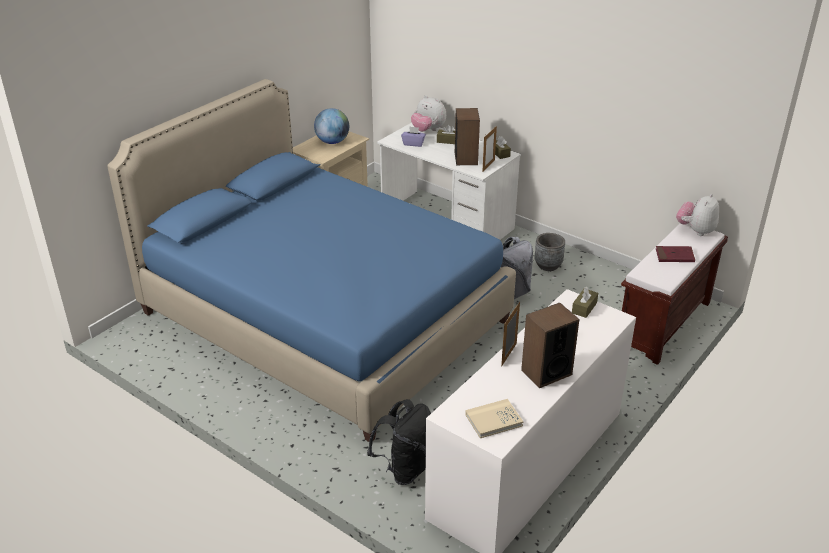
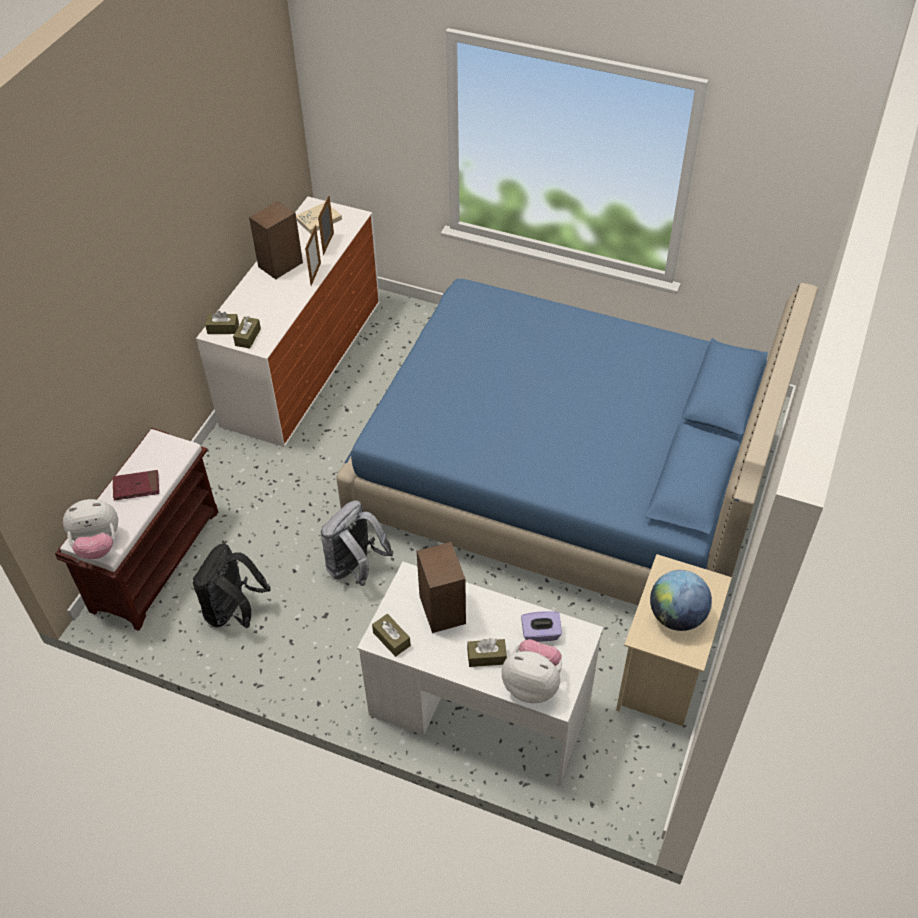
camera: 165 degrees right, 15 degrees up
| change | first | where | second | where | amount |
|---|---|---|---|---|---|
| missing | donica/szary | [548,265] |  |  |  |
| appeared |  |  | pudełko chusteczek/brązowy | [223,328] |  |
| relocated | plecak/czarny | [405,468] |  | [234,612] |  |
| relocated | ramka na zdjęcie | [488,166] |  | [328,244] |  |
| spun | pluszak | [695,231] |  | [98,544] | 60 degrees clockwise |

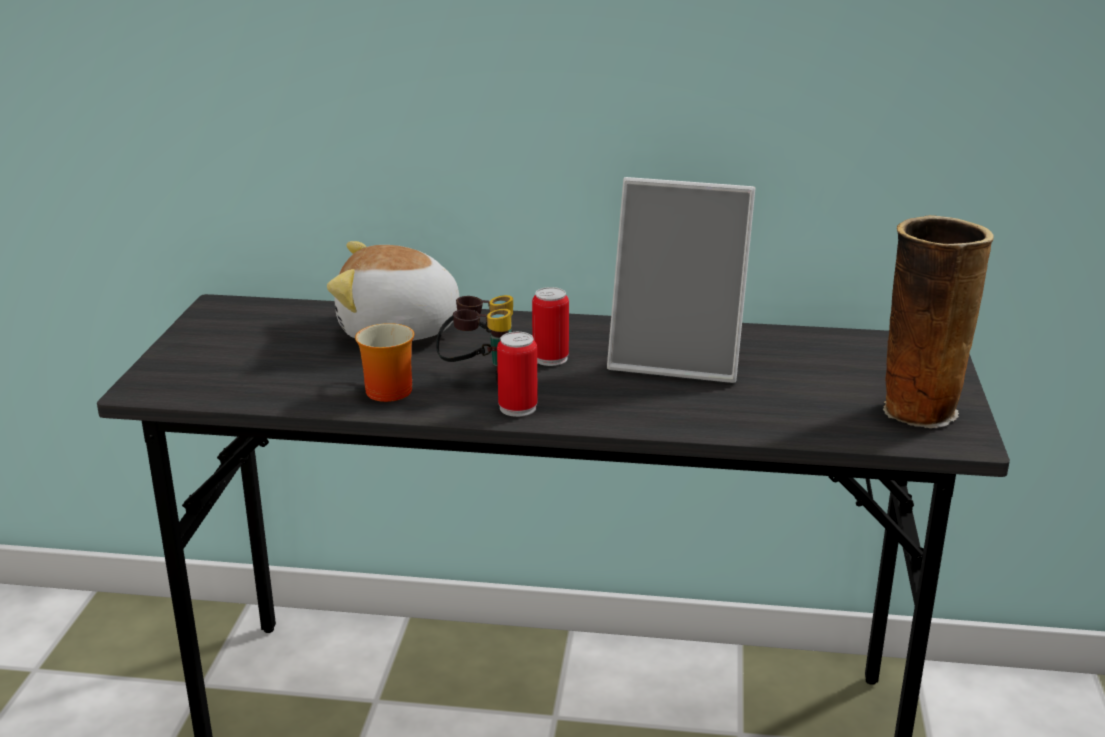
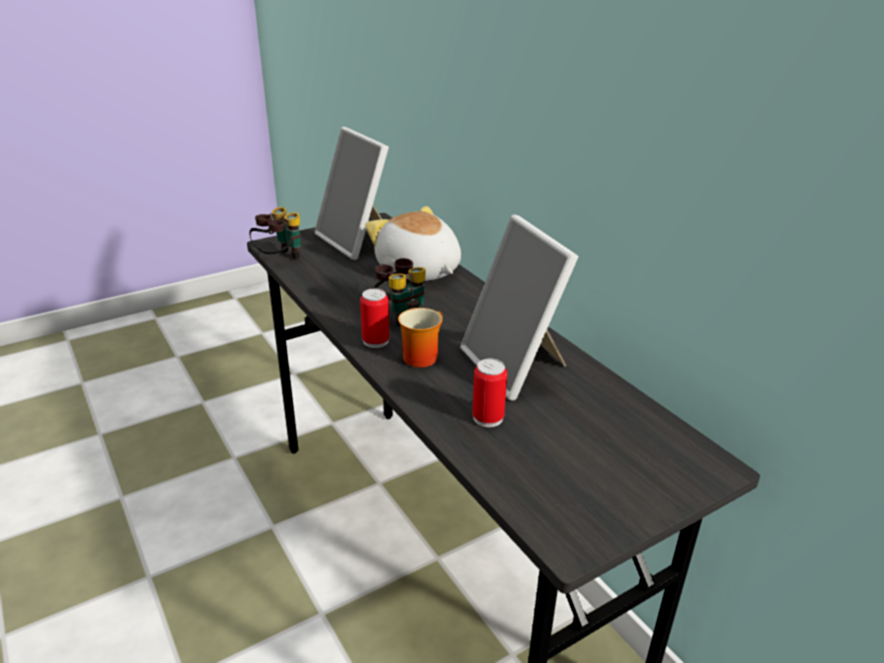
camera: 50 degrees right, 5 degrees up
| change | first | where | second | where | amount |
|---|---|---|---|---|---|
| missing | wazon | [918,409] |  |  |  |
| appeared |  |  | lornetka | [279,259] |  |
| appeared |  |  | ramka na zdjęcie | [357,241] |  |
| relocated | kubek | [384,389] |  | [420,355] |  |
| relocated | puszka | [550,358] |  | [488,417] |  |

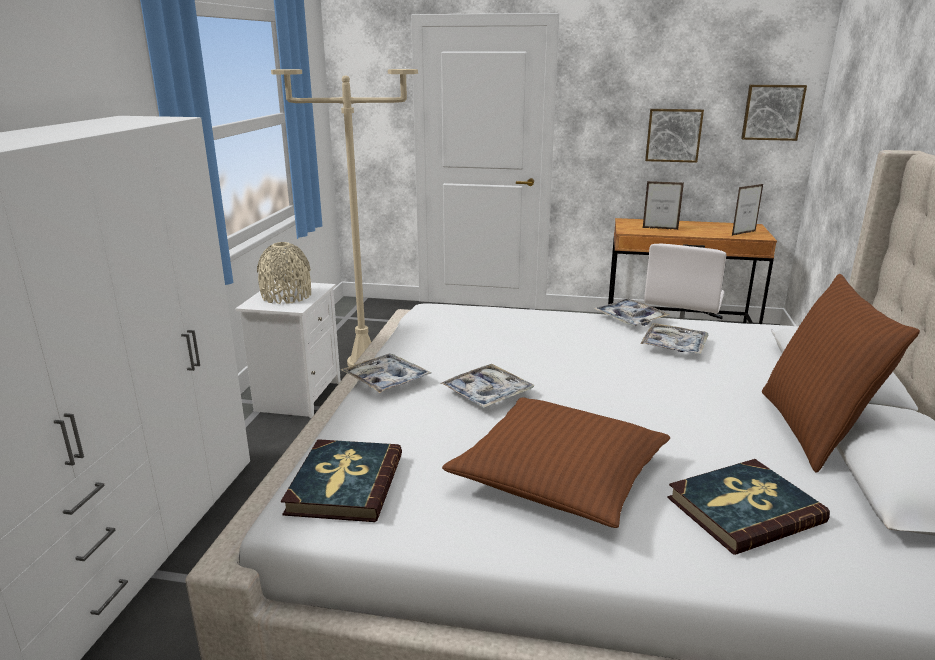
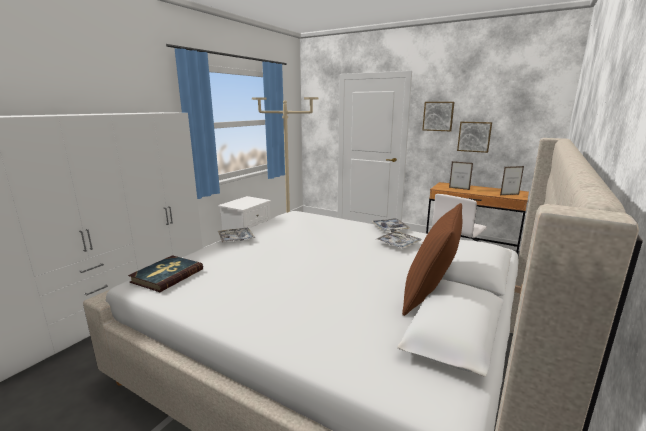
camera: 20 degrees right, 5 degrees down
| change | first | where | second | where | amount |
|---|---|---|---|---|---|
| missing | wazon/beżowy | [286,296] |  |  |  |
| missing | taca | [487,393] |  |  |  |
| missing | poduszka/brązowy | [559,475] |  |  |  |
| missing | książka | [743,509] |  |  |  |
| relocated | obraz | [772,112] |  | [438,116] |  |

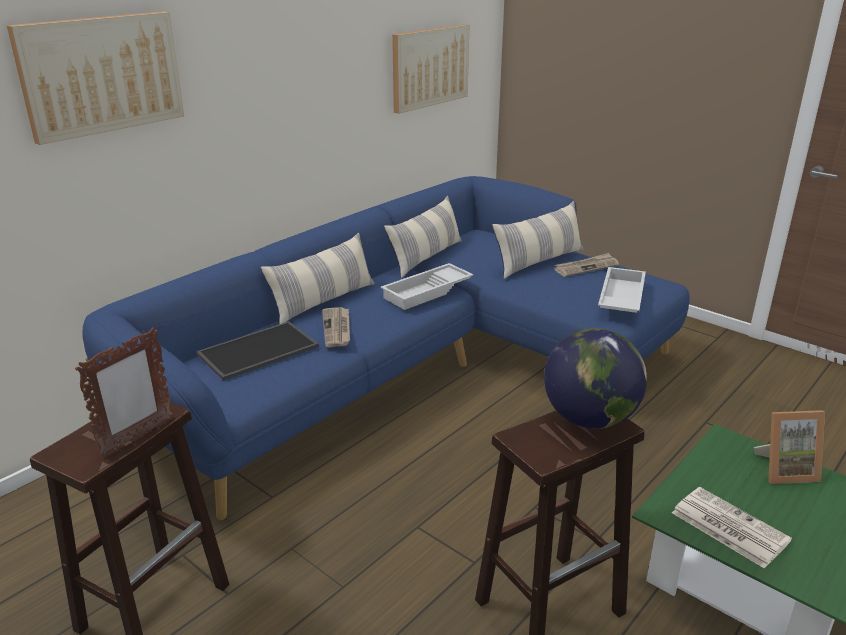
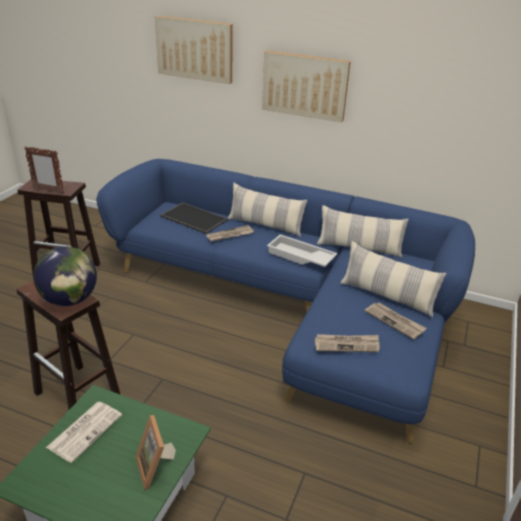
camera: 70 degrees right, 5 degrees up
| change | first | where | second | where | amount |
|---|---|---|---|---|---|
| relocated | obraz | [429,67] |  | [305,85] |  |
| exchanged | taca/biały | [620,298] | gazeta | [347,344] |  |

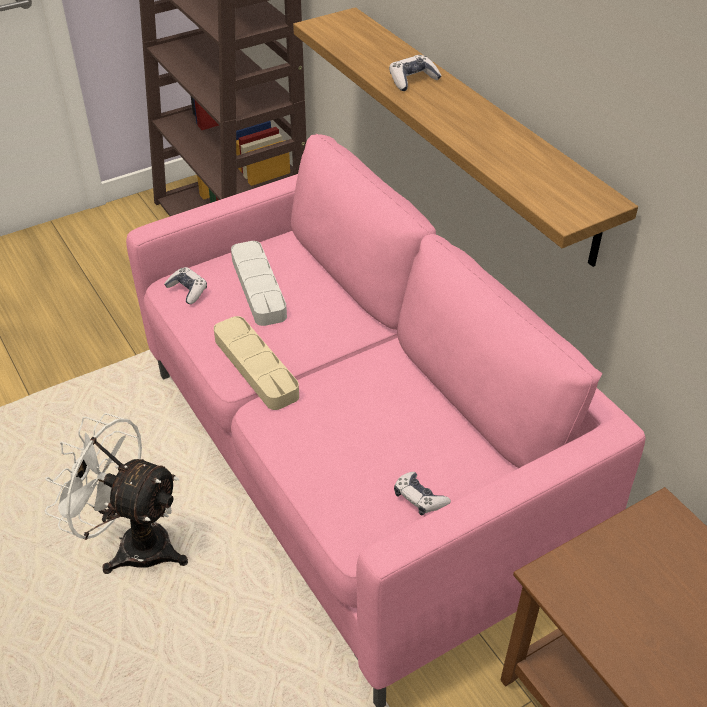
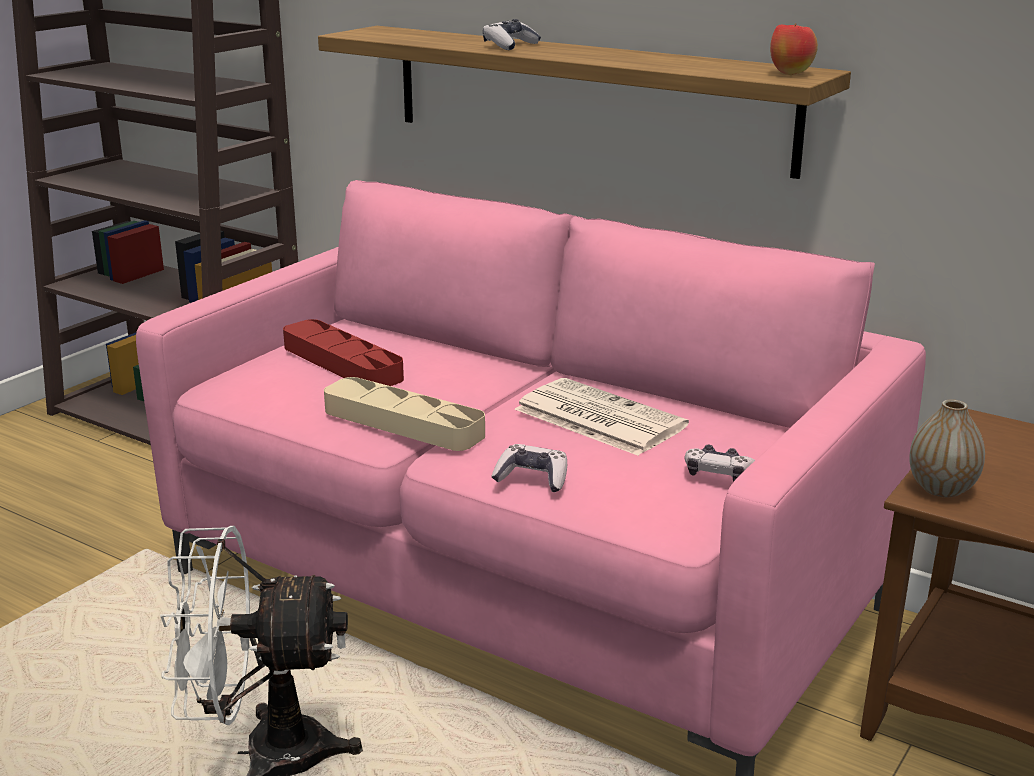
camera: 25 degrees left, 20 degrees down
| change | first | where | second | where | amount |
|---|---|---|---|---|---|
| appeared |  |  | gazeta | [597,418] |  |
| appeared |  |  | jabłko | [790,74] |  |
| appeared |  |  | wazon | [941,489] |  |
| relocated | pad do gier | [187,290] |  | [532,478] |  |
| colour | taca/szary | [258,287] | taca/czerwony | [342,362] |  |

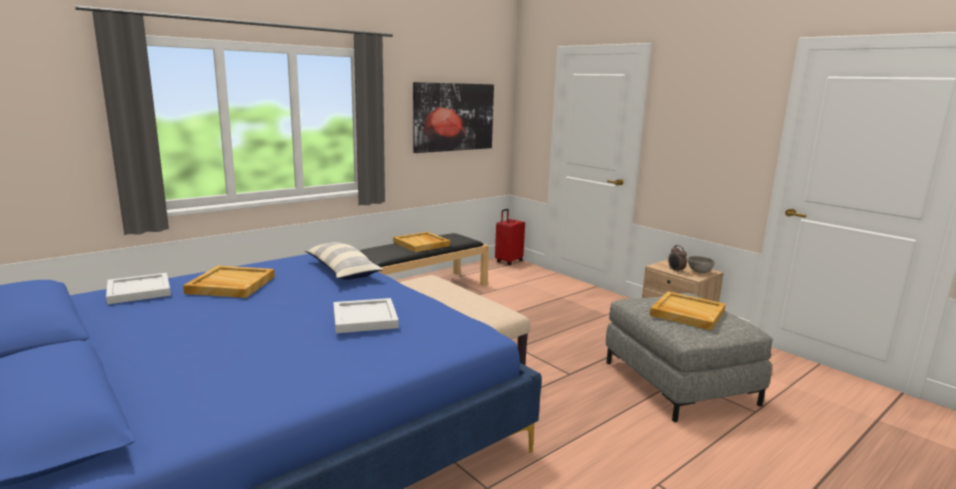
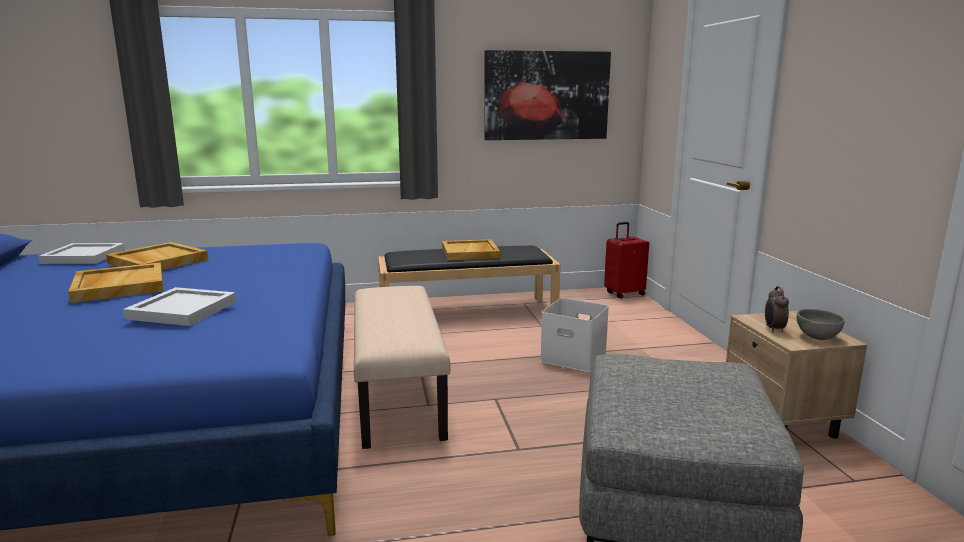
camera: 30 degrees right, 0 degrees up
| change | first | where | second | where | amount |
|---|---|---|---|---|---|
| missing | poduszka | [342,271] |  |  |  |
| appeared |  |  | pojemnik do przechowywania/biały | [575,357] |  |
| relocated | taca/beżowy | [686,313] |  | [118,286] |  |

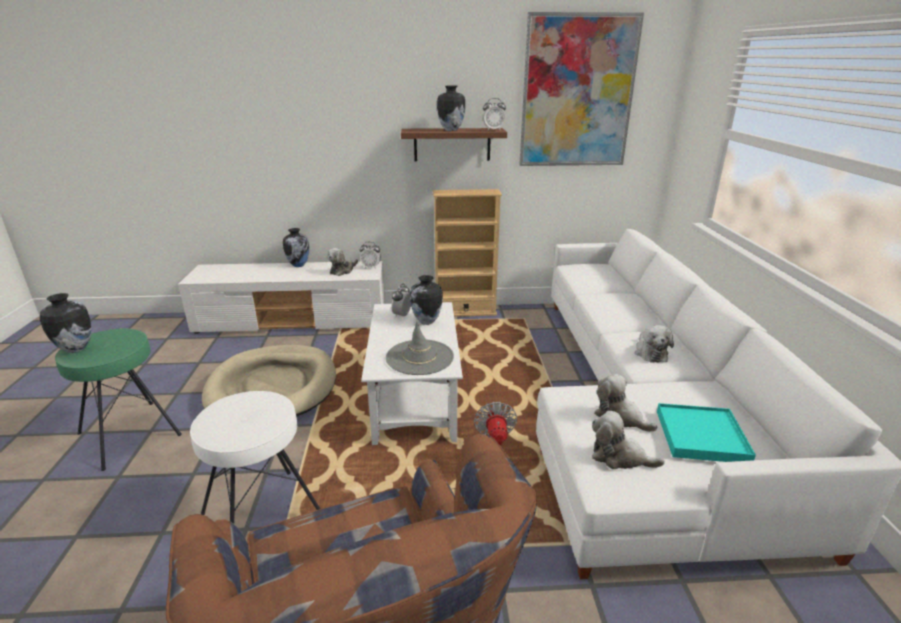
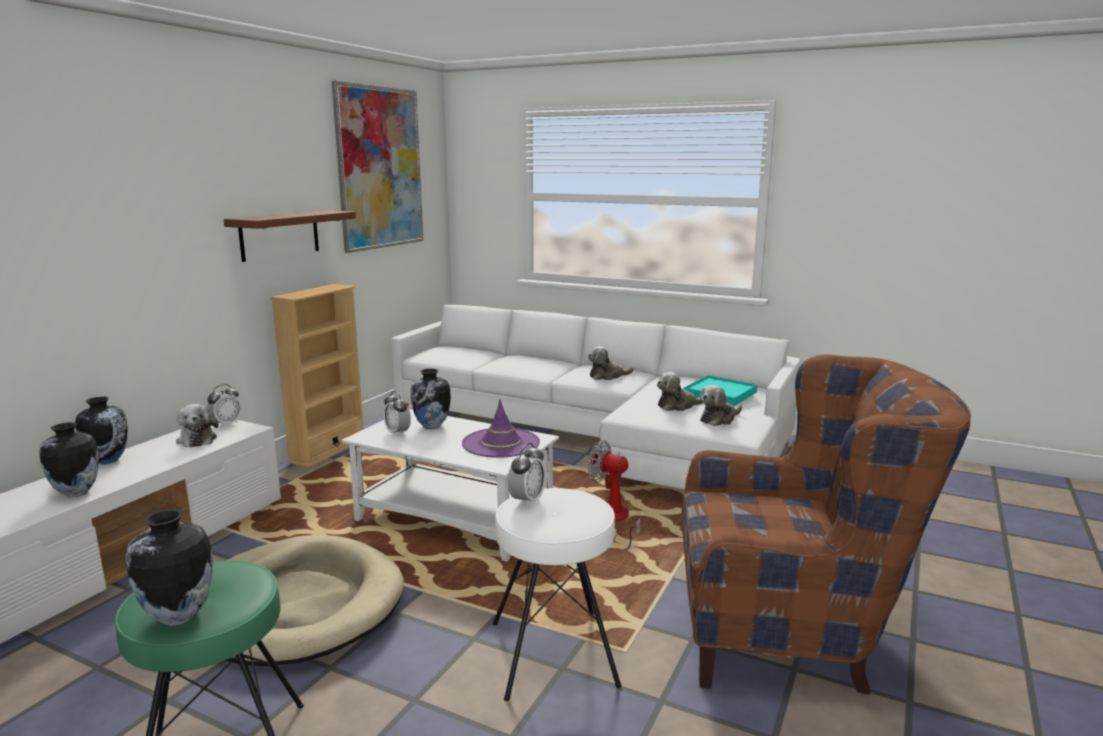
camera: 60 degrees left, 10 degrees down
| change | first | where | second | where | amount |
|---|---|---|---|---|---|
| relocated | wazon | [450,130] |  | [75,493] |  |
| relocated | budzik | [493,130] |  | [527,500] |  |
| colour | kapelusz/szary | [420,357] | kapelusz/fioletowy | [501,443] |  |
| spun | pluszak | [650,352] |  | [607,376] | 135 degrees clockwise |

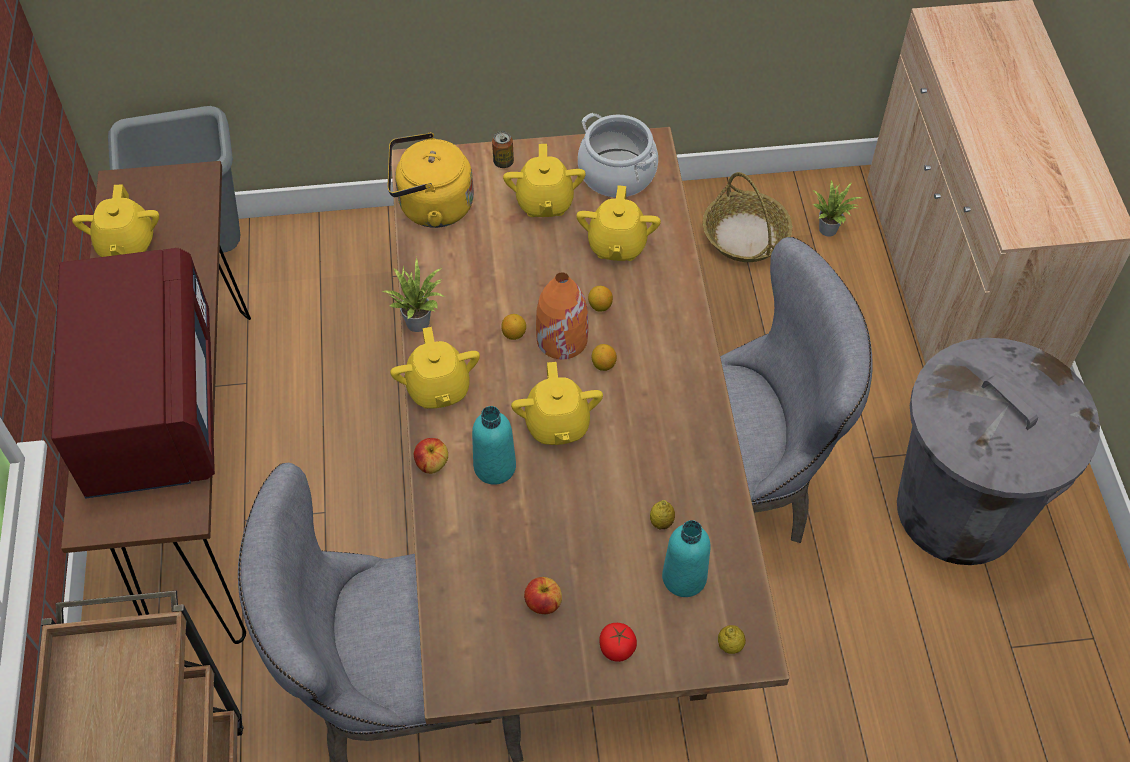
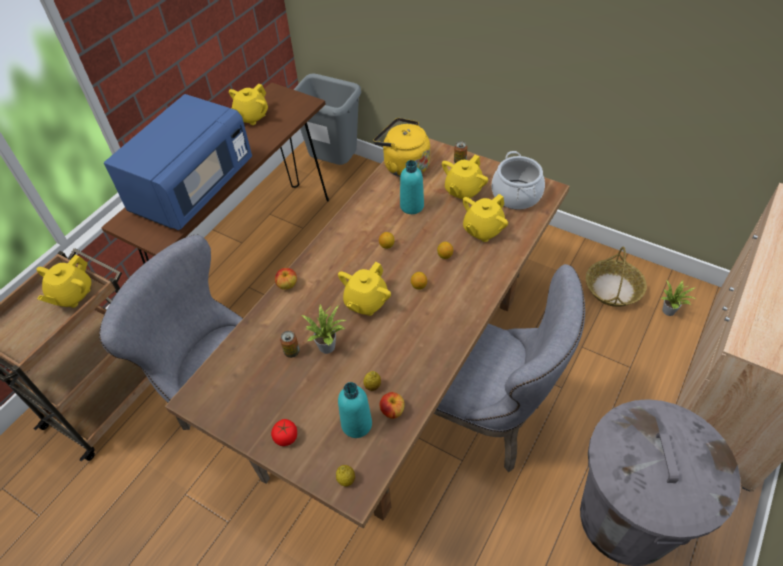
camera: 40 degrees right, 5 degrees down
| change | first | where | second | where | amount |
|---|---|---|---|---|---|
| missing | wazon/pomarańczowy | [561,338] |  |  |  |
| appeared |  |  | puszka | [292,352] |  |
| relocated | roślina doniczkowa | [419,320] |  | [329,345] |  |
| relocated | imbryk/żółty | [438,389] |  | [72,295] |  |
| relocated | butelka/turkusowy | [494,467] |  | [412,206] |  |
| relocated | jabłko | [543,603] |  | [392,411] |  |
| colour | mikrofalówka/czerwony | [150,407] | mikrofalówka/niebieski | [192,188] |  |

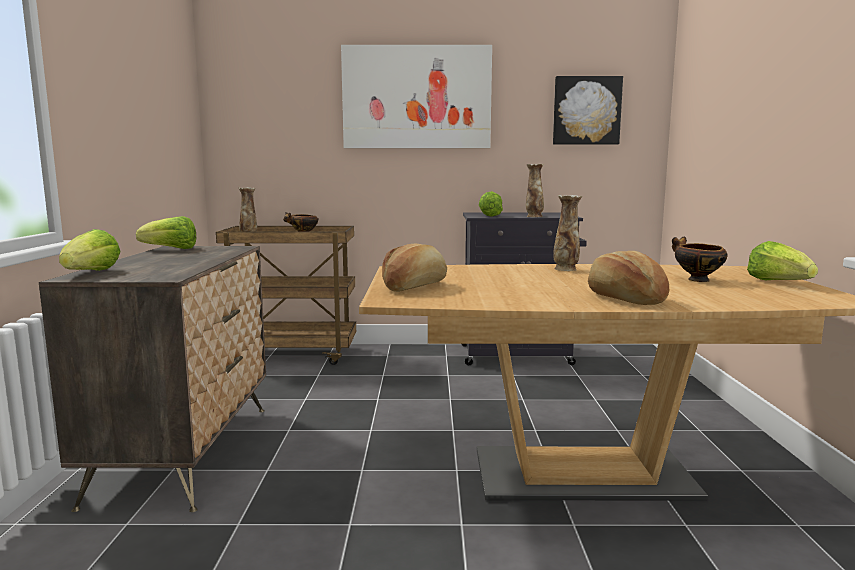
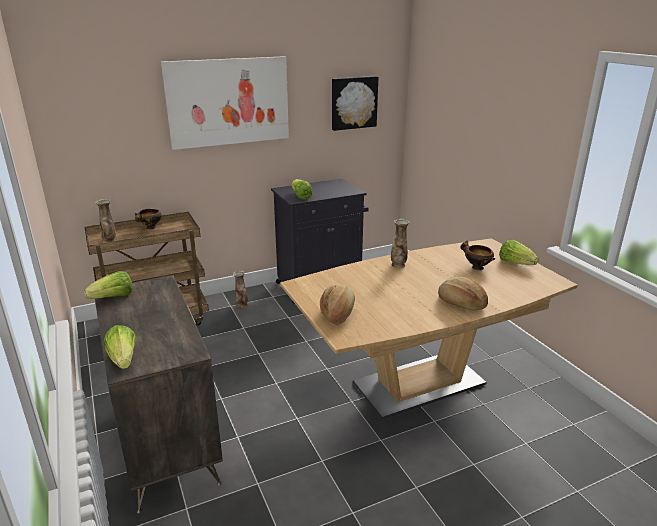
camera: 25 degrees left, 15 degrees up
| change | first | where | second | where | amount |
|---|---|---|---|---|---|
| relocated | wazon | [534,216] |  | [242,305] |  |

